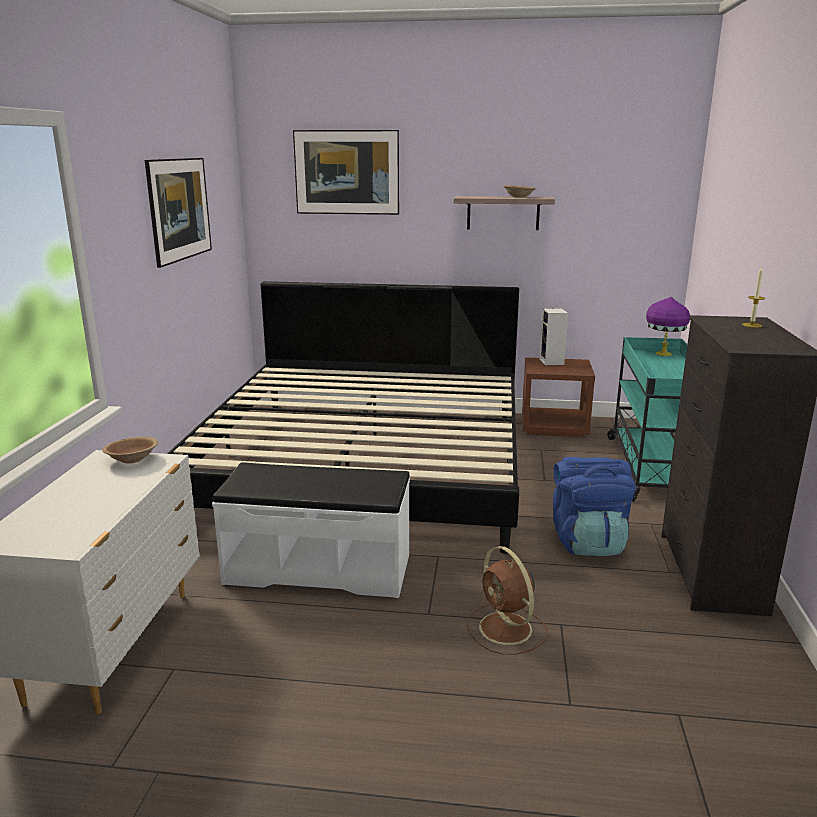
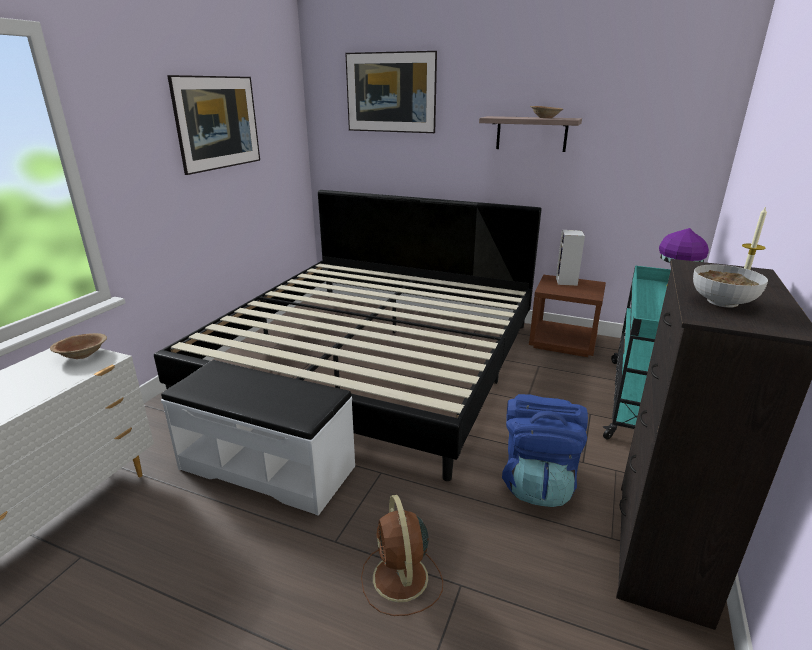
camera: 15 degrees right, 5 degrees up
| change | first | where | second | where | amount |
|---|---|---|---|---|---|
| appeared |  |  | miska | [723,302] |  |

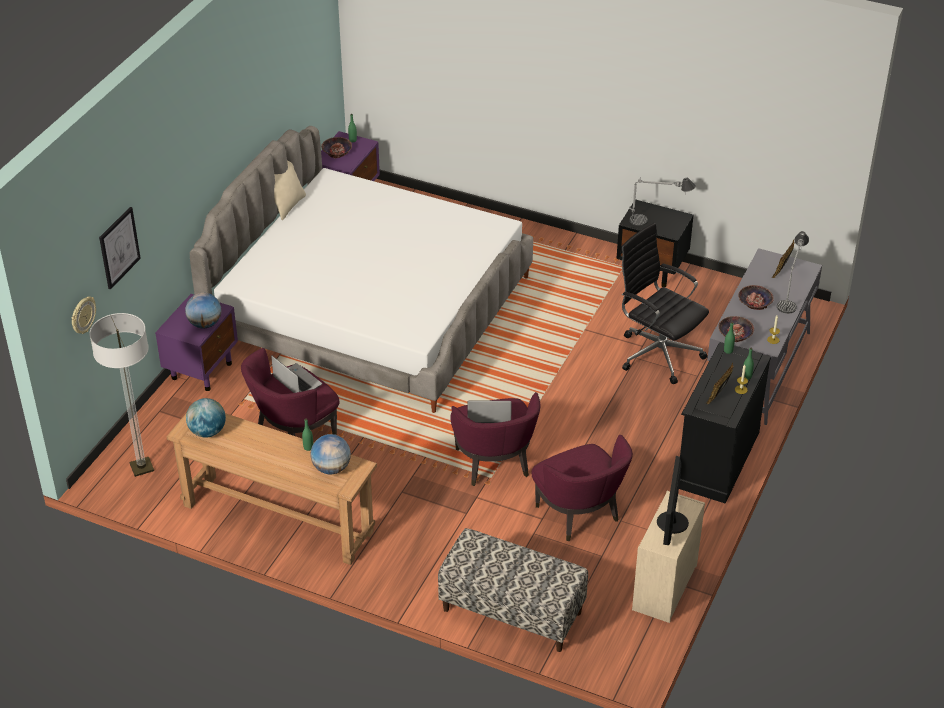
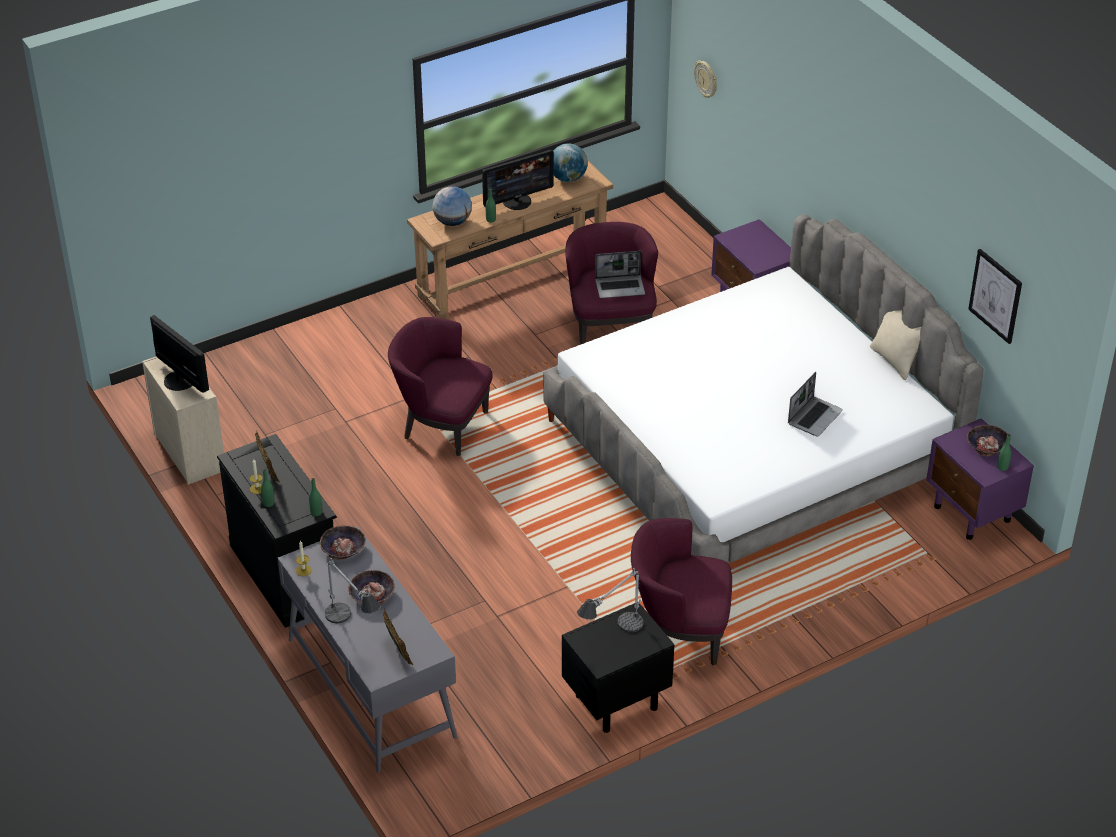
camera: 125 degrees right, 0 degrees up
| change | first | where | second | where | amount |
|---|---|---|---|---|---|
| missing | lampa stojąca | [142,467] |  |  |  |
| missing | globus | [205,324] |  |  |  |
| missing | ławka | [511,611] |  |  |  |
| missing | krzesło biurowe/czarny | [658,353] |  |  |  |
| appeared |  |  | monitor | [517,201] |  |
| relocated | obraz | [119,247] |  | [995,296] |  |
| relocated | laptop | [488,414] |  | [814,417] |  |
| relocated | fotel/fioletowy | [579,514] |  | [679,633] |  |

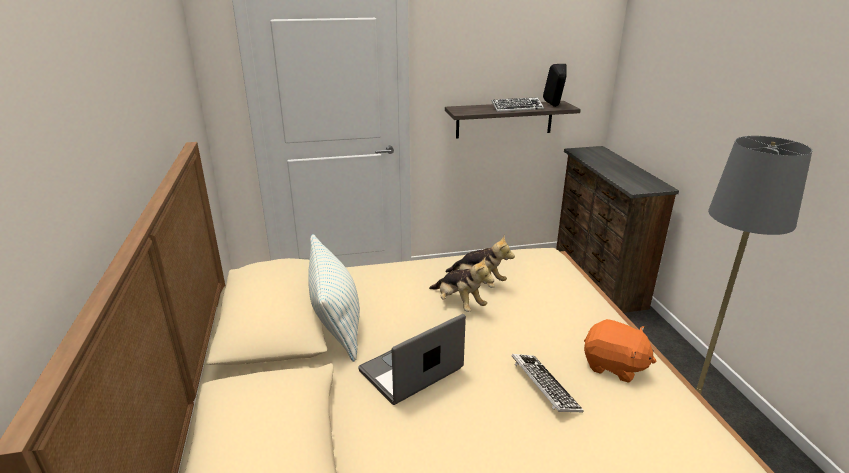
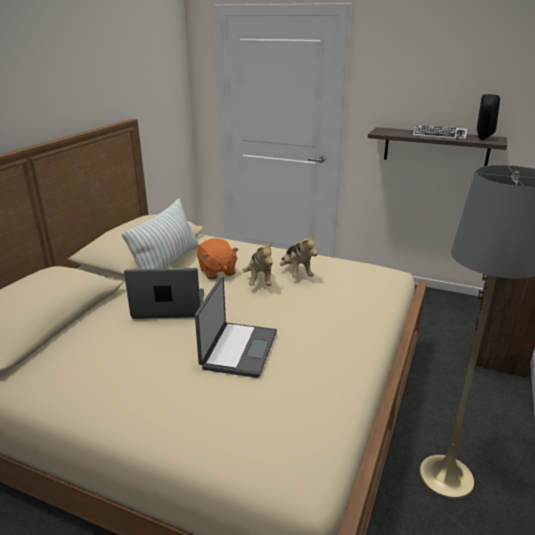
camera: 35 degrees right, 0 degrees up
| change | first | where | second | where | amount |
|---|---|---|---|---|---|
| relocated | pluszak/pomarańczowy | [613,366] |  | [217,271] |  |
| exchanged | klawiatura | [544,387] | laptop | [238,350] |  |

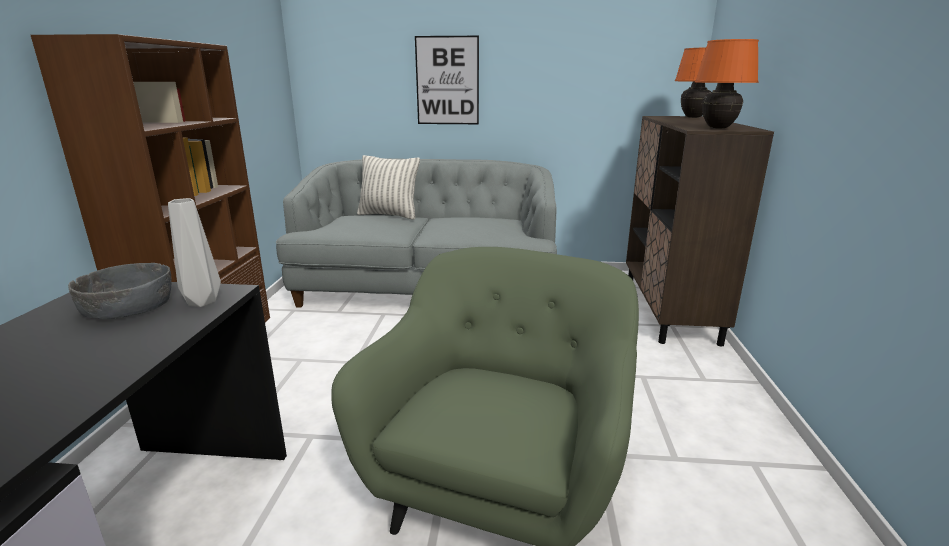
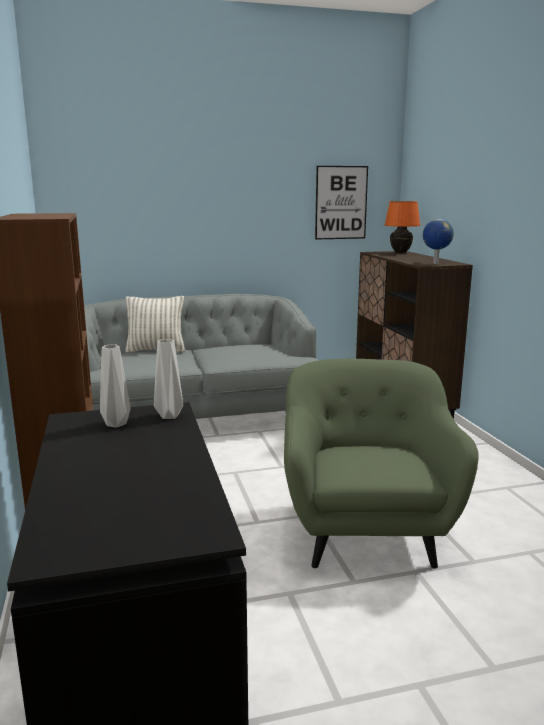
camera: 20 degrees left, 5 degrees down
| change | first | where | second | where | amount |
|---|---|---|---|---|---|
| relocated | obraz | [447,81] |  | [341,202] |  |
| exchanged | miska/szary | [130,305] | wazon/szary | [117,424] |  |
| exchanged | lampa stołowa/pomarańczowy | [718,128] | globus | [435,263] |  |

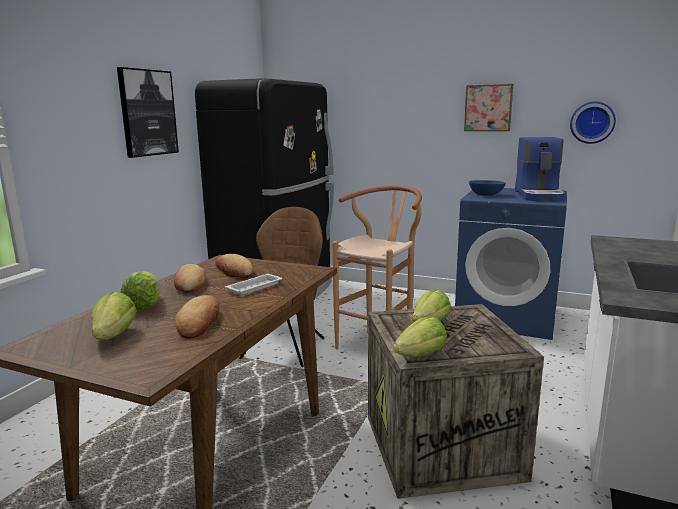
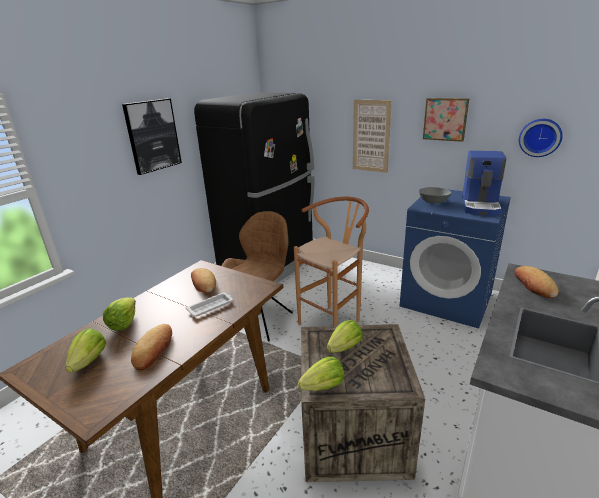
camera: 10 degrees right, 10 degrees up
| change | first | where | second | where | amount |
|---|---|---|---|---|---|
| appeared |  |  | obraz | [371,136] |  |
| relocated | chleb | [189,283] |  | [534,285] |  |
| colour | miska/niebieski | [486,195] | miska/szary | [433,202] |  |

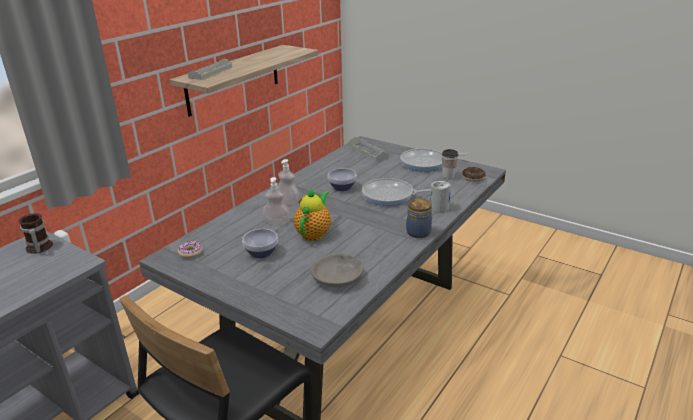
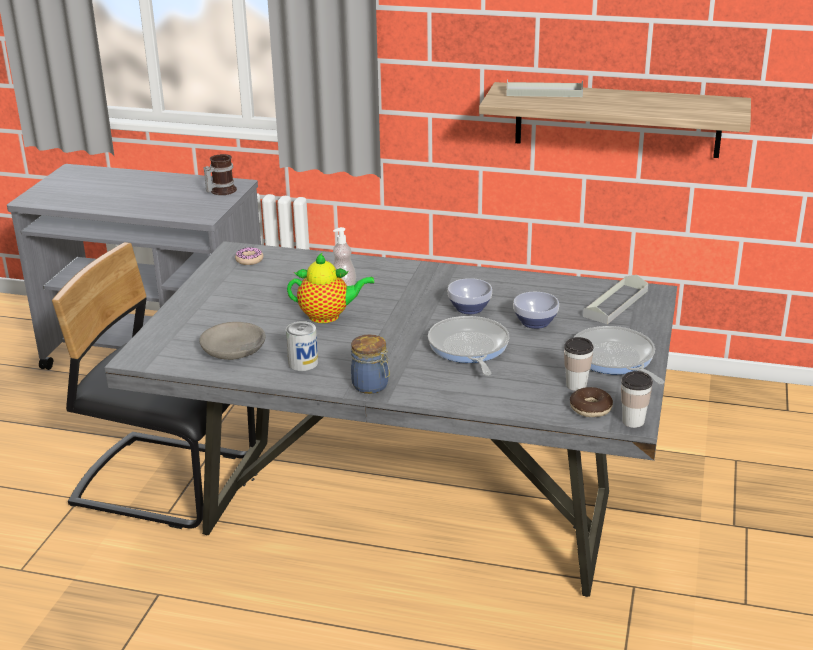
camera: 70 degrees right, 0 degrees up
| change | first | where | second | where | amount |
|---|---|---|---|---|---|
| missing | dozownik mydła | [288,201] |  |  |  |
| appeared |  |  | filiżanka | [633,421] |  |
| relocated | miska | [262,252] |  | [536,322] |  |
| relocated | puszka | [439,208] |  | [303,363] |  |

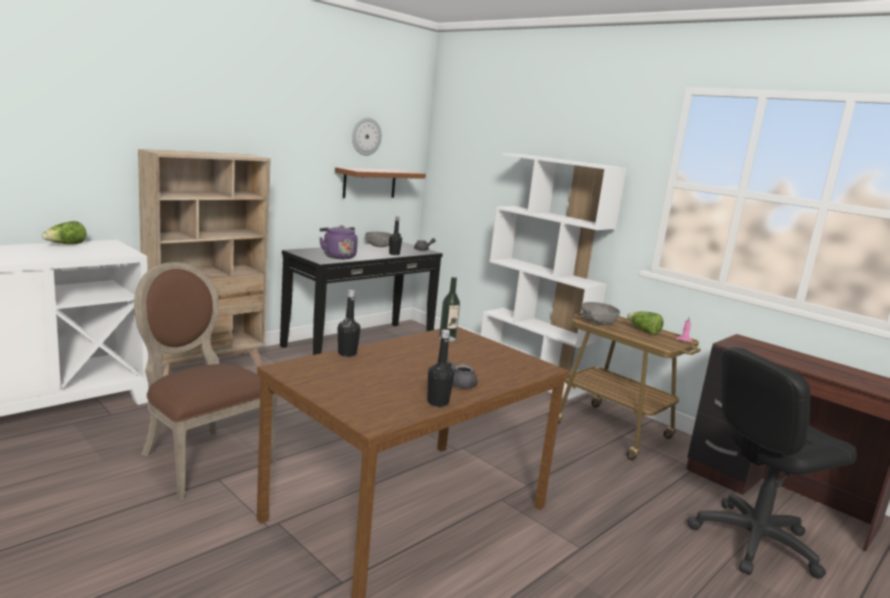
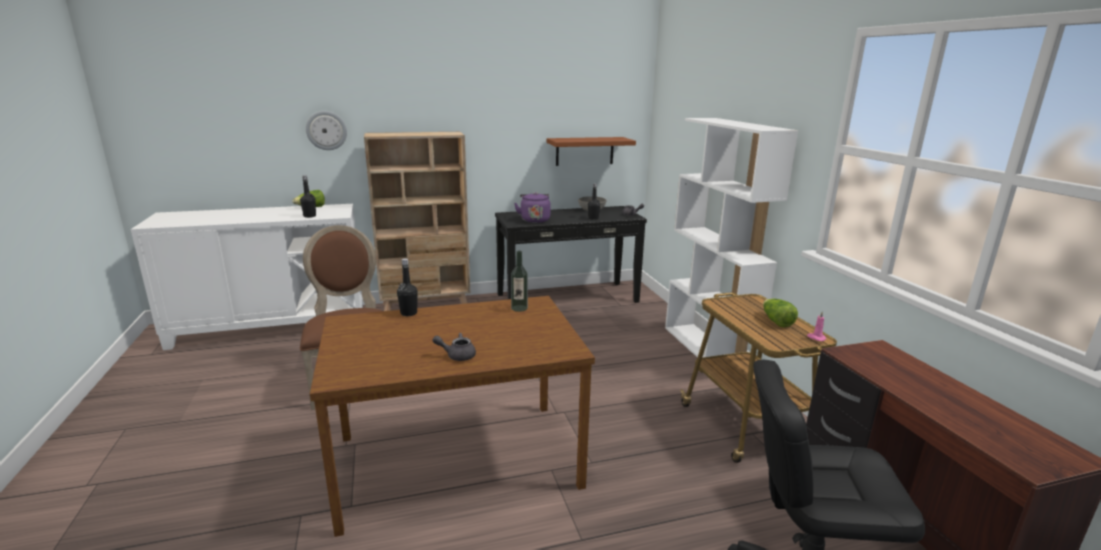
camera: 30 degrees right, 5 degrees up
| change | first | where | second | where | amount |
|---|---|---|---|---|---|
| missing | miska/szary | [598,322] |  |  |  |
| relocated | zegar ścienny | [366,136] |  | [326,130] |  |
| relocated | butelka/czarny | [438,402] |  | [310,216] |  |

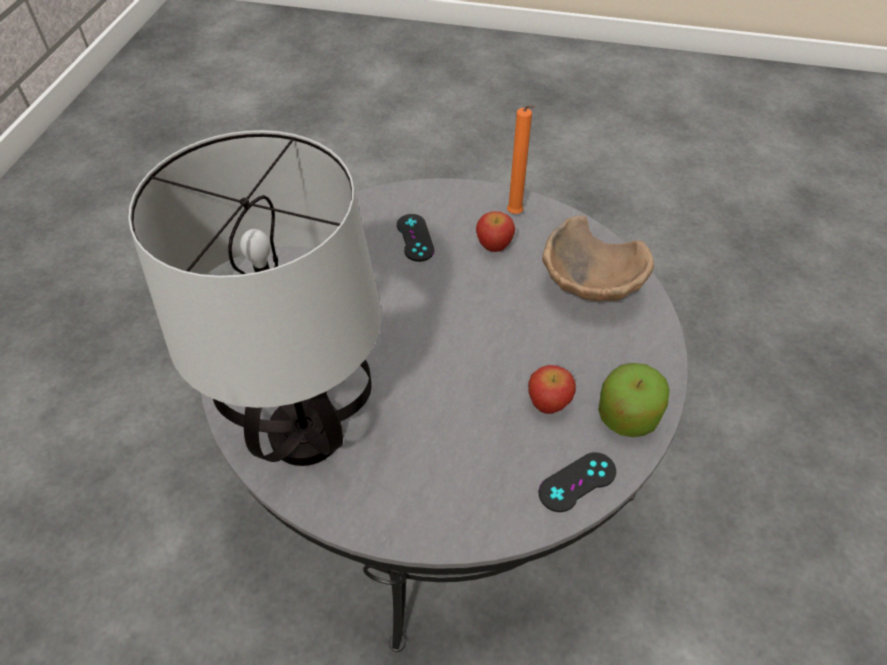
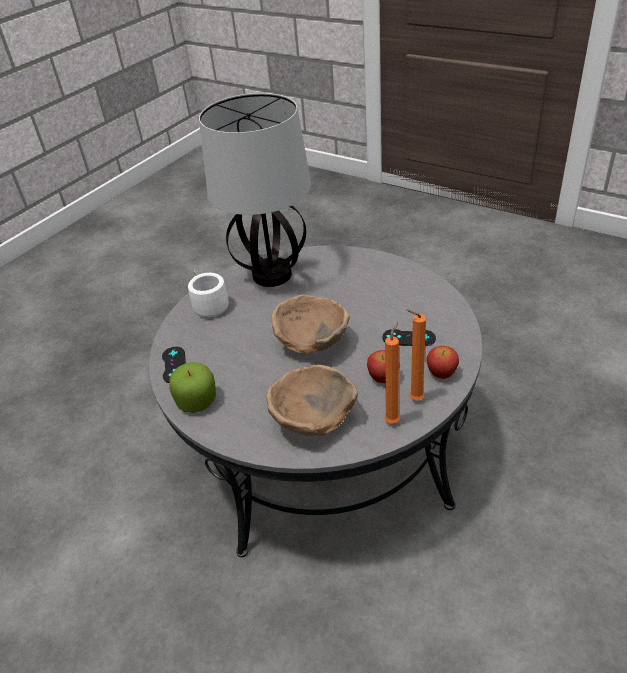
camera: 115 degrees right, 10 degrees down
| change | first | where | second | where | amount |
|---|---|---|---|---|---|
| appeared |  |  | kubek/biały | [207,307] |  |
| appeared |  |  | miska/brązowy | [314,342] |  |
| appeared |  |  | świeca/pomarańczowy | [393,420] |  |
| relocated | jabłko | [548,402] |  | [441,373] |  |

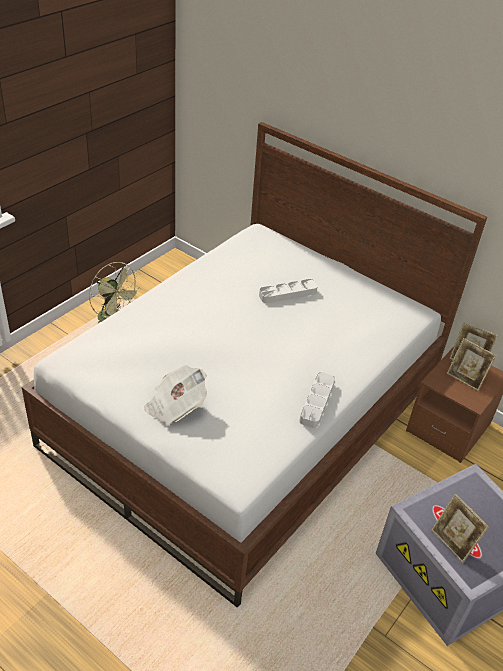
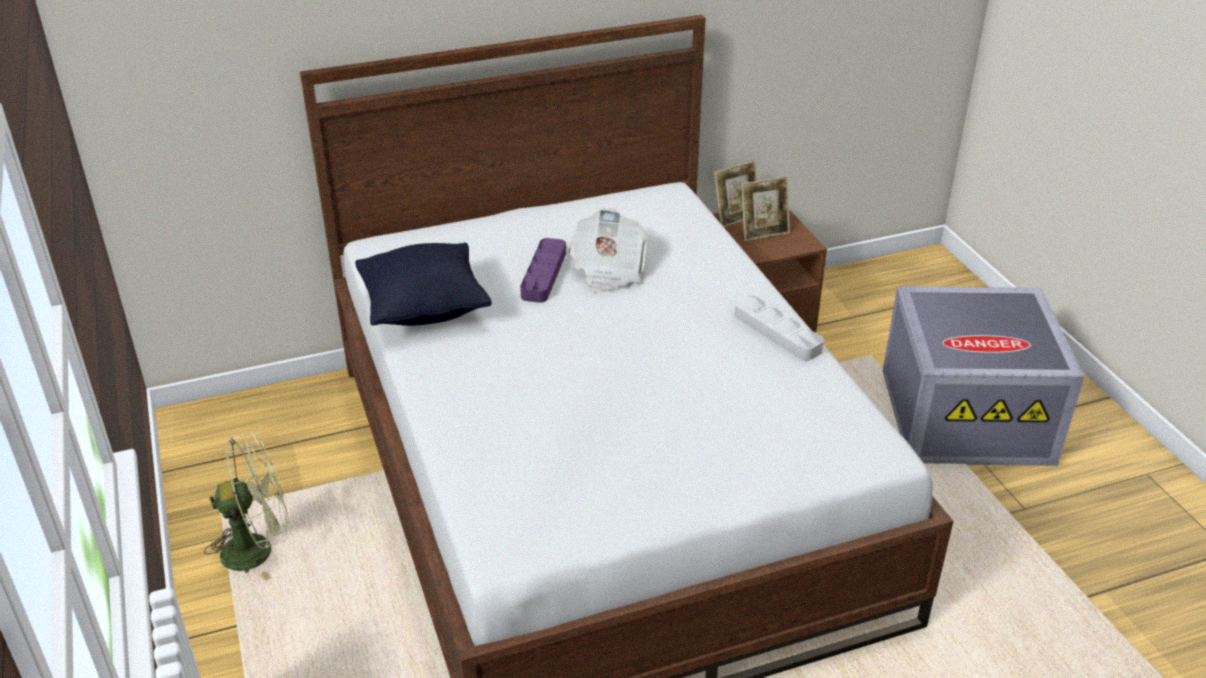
camera: 55 degrees left, 5 degrees down
| change | first | where | second | where | amount |
|---|---|---|---|---|---|
| missing | ramka na zdjęcie | [452,542] |  |  |  |
| appeared |  |  | poduszka/czarny | [424,309] |  |
| relocated | gazeta | [175,406] |  | [607,270] |  |
| colour | taca/szary | [287,293] | taca/fioletowy | [544,274] |  |

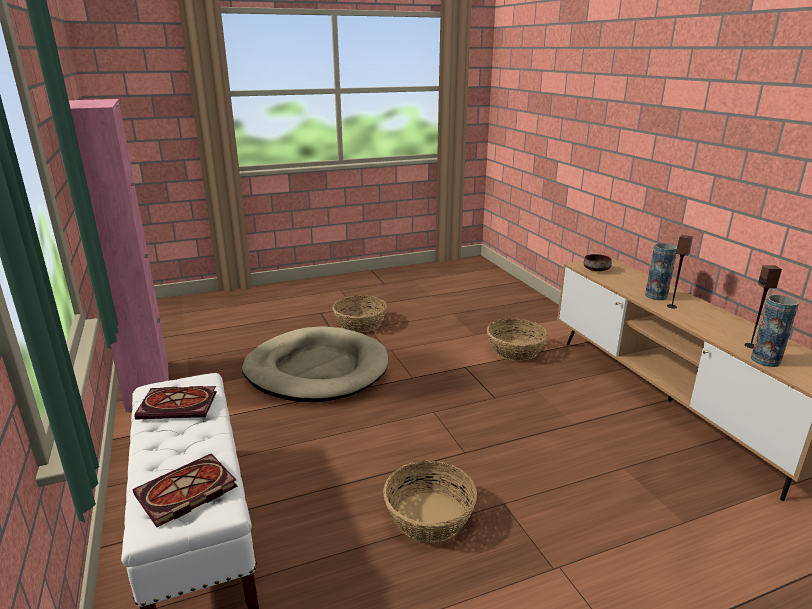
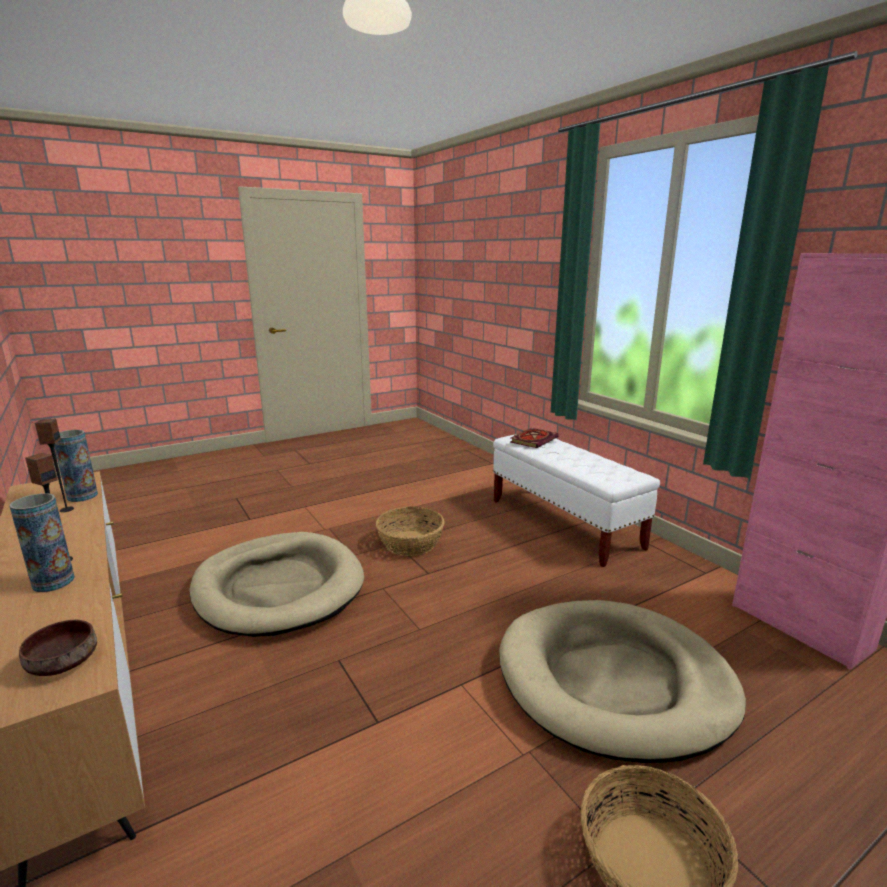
camera: 170 degrees right, 5 degrees down
| change | first | where | second | where | amount |
|---|---|---|---|---|---|
| missing | książka | [180,405] |  |  |  |
| missing | koszyk | [515,350] |  |  |  |
| appeared |  |  | legowisko/beżowy | [278,588] |  |

